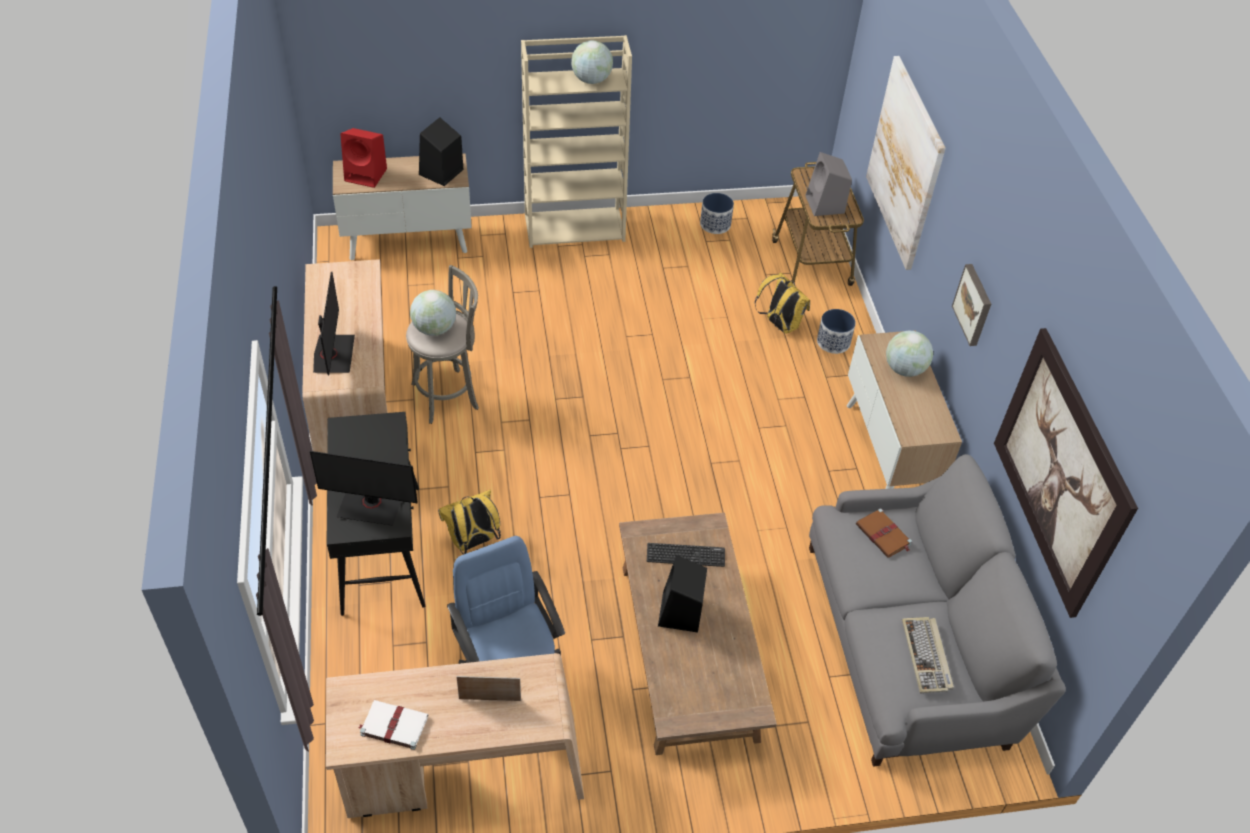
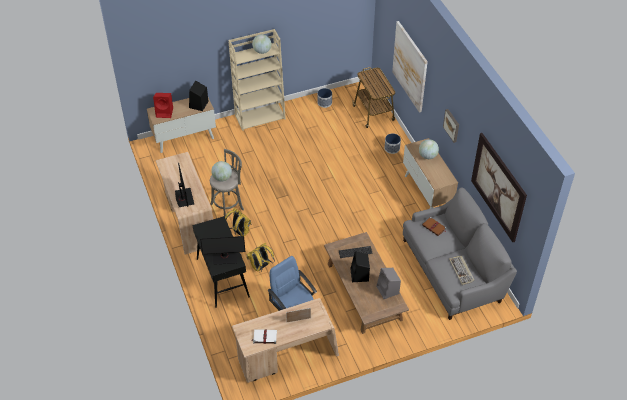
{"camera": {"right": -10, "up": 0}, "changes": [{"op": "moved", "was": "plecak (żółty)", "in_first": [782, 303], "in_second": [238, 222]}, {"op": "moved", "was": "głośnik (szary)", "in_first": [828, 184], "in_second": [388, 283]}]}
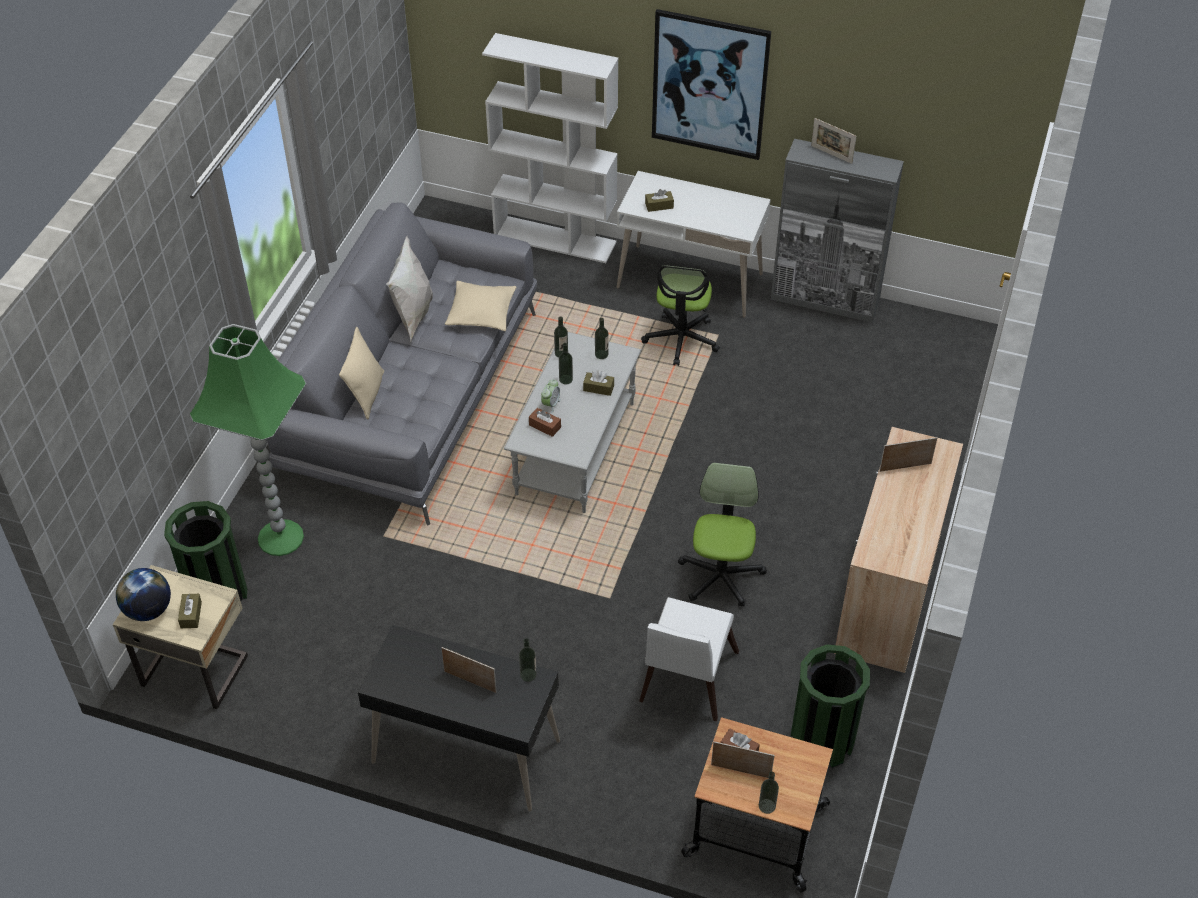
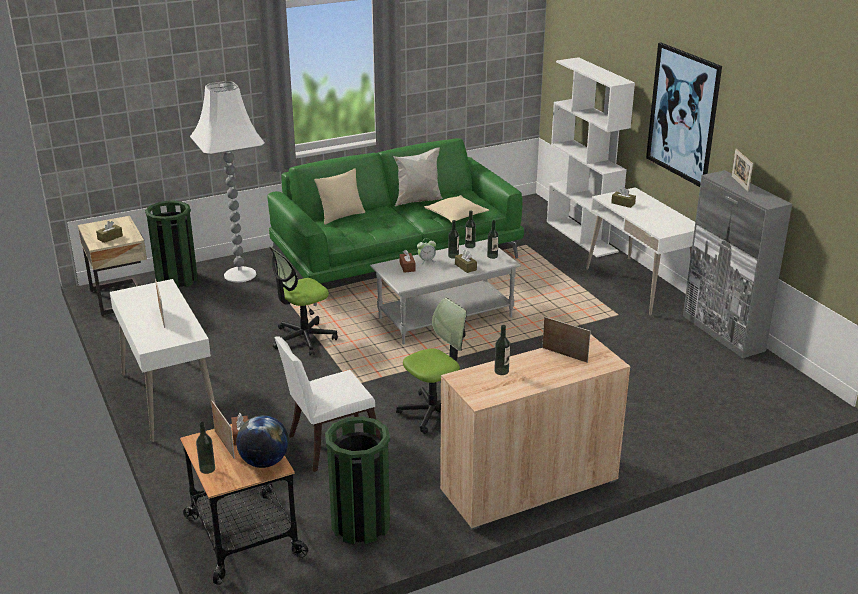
{"camera": {"right": 45, "up": -20}, "changes": [{"op": "moved", "was": "globus", "in_first": [143, 594], "in_second": [262, 441]}, {"op": "moved", "was": "butelka", "in_first": [528, 660], "in_second": [502, 350]}, {"op": "moved", "was": "krzesło biurowe", "in_first": [680, 316], "in_second": [303, 300]}, {"op": "recoloured", "was": "lampa stojąca (zielony)", "now": "lampa stojąca (biały)", "in_first": [248, 440], "in_second": [227, 182]}, {"op": "recoloured", "was": "kanapa (szary)", "now": "kanapa (zielony)", "in_first": [402, 364], "in_second": [395, 222]}, {"op": "recoloured", "was": "biurko (czarny)", "now": "biurko (biały)", "in_first": [459, 718], "in_second": [163, 360]}]}
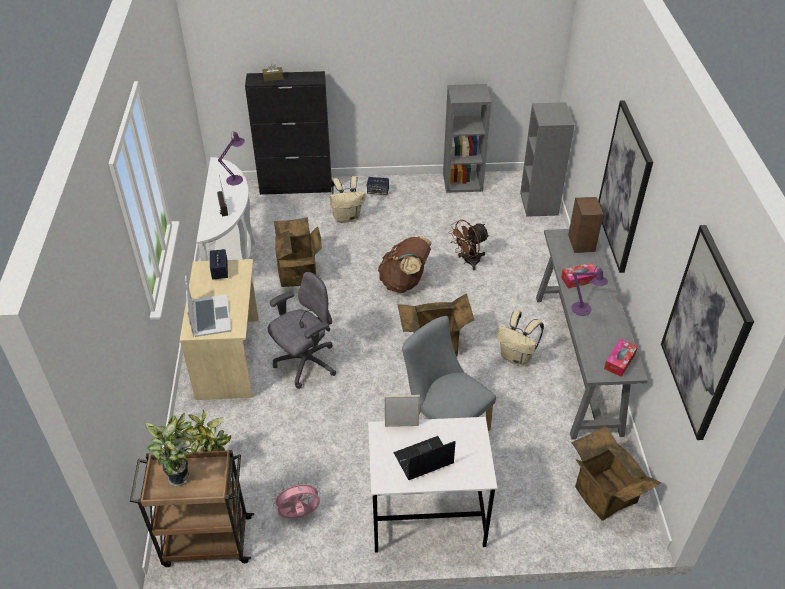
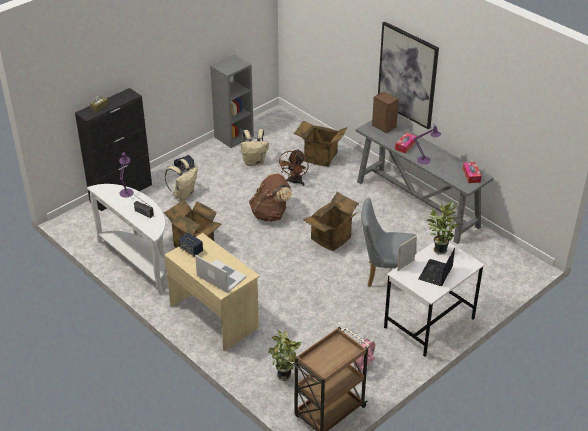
{"camera": {"right": -40, "up": -5}, "changes": [{"op": "removed", "was": "krzesło biurowe (szary)", "in_first": [302, 330]}, {"op": "removed", "was": "regał (szary)", "in_first": [547, 159]}, {"op": "removed", "was": "obraz", "in_first": [707, 332]}, {"op": "moved", "was": "roślina doniczkowa", "in_first": [171, 449], "in_second": [444, 228]}, {"op": "moved", "was": "plecak (beżowy)", "in_first": [520, 338], "in_second": [254, 147]}, {"op": "moved", "was": "karton", "in_first": [616, 473], "in_second": [320, 144]}]}
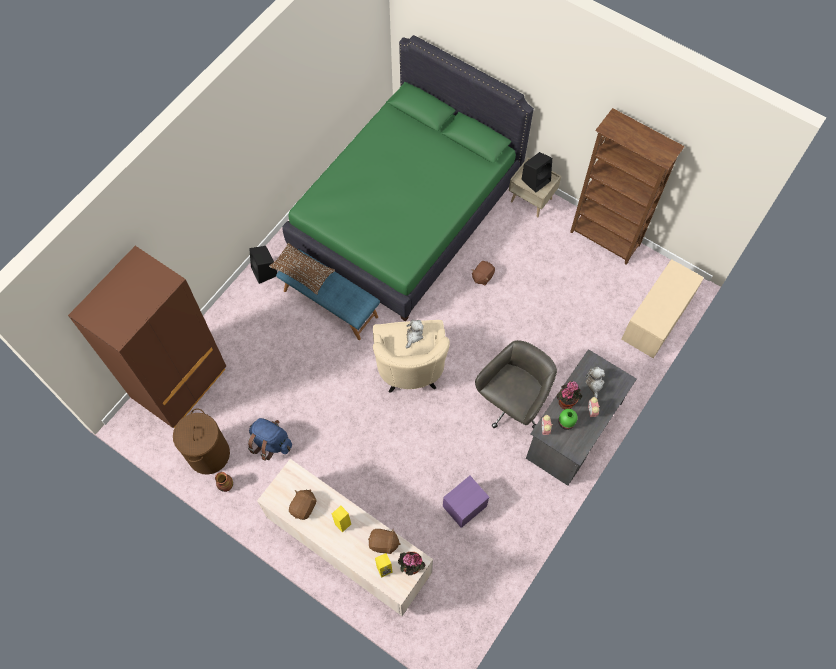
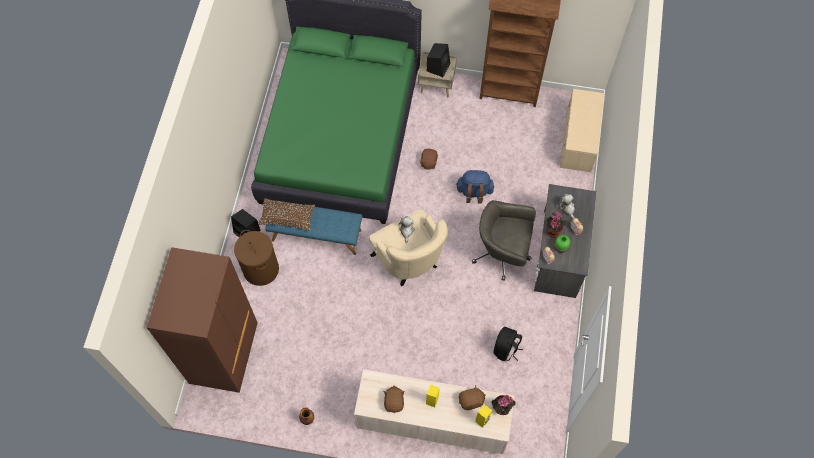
{"camera": {"right": -25, "up": 0}, "changes": [{"op": "moved", "was": "kosz na pranie (brązowy)", "in_first": [201, 442], "in_second": [256, 258]}, {"op": "moved", "was": "plecak (niebieski)", "in_first": [270, 439], "in_second": [475, 186]}, {"op": "replaced", "was": "pojemnik do przechowywania (fioletowy)", "now": "plecak (czarny)", "in_first": [466, 502], "in_second": [508, 344]}, {"op": "turned", "was": "krzesło biurowe (szary)", "in_first": [516, 384], "in_second": [504, 240], "clockwise": -90}]}
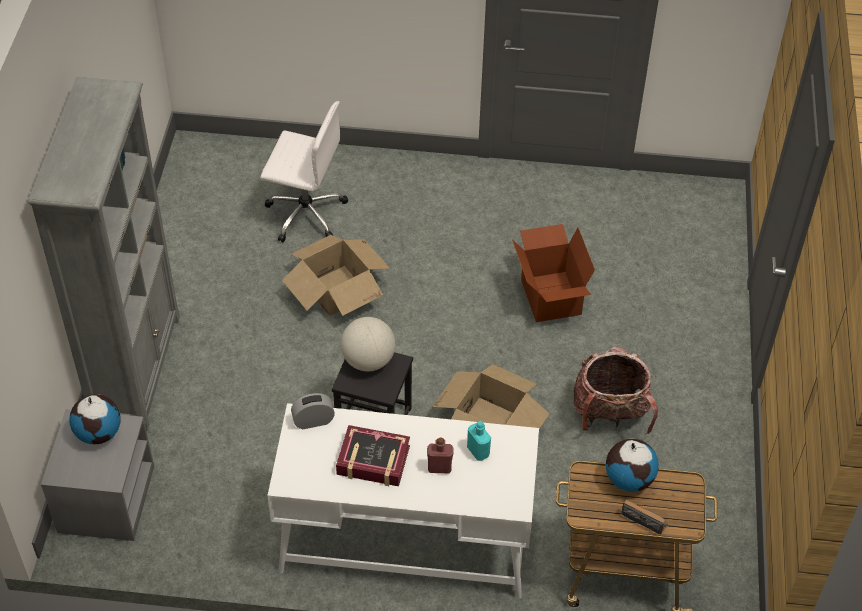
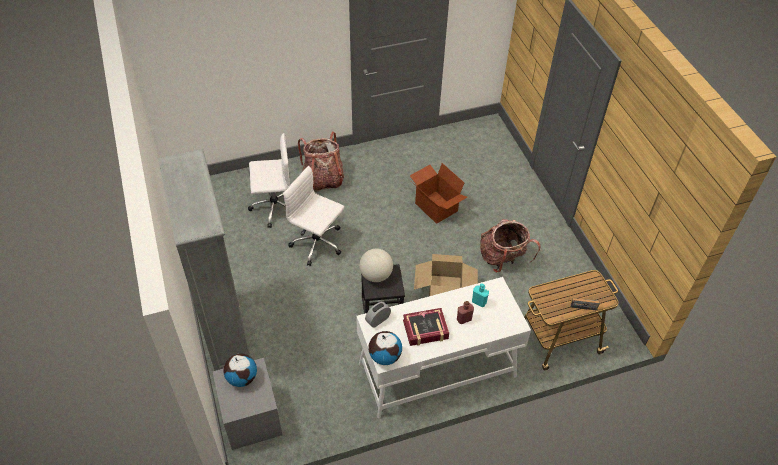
{"camera": {"right": -25, "up": 0}, "changes": [{"op": "added", "now": "plecak", "in_second": [321, 162]}, {"op": "moved", "was": "globus", "in_first": [632, 465], "in_second": [385, 348]}, {"op": "replaced", "was": "karton", "now": "krzesło biurowe (biały)", "in_first": [336, 275], "in_second": [313, 216]}]}
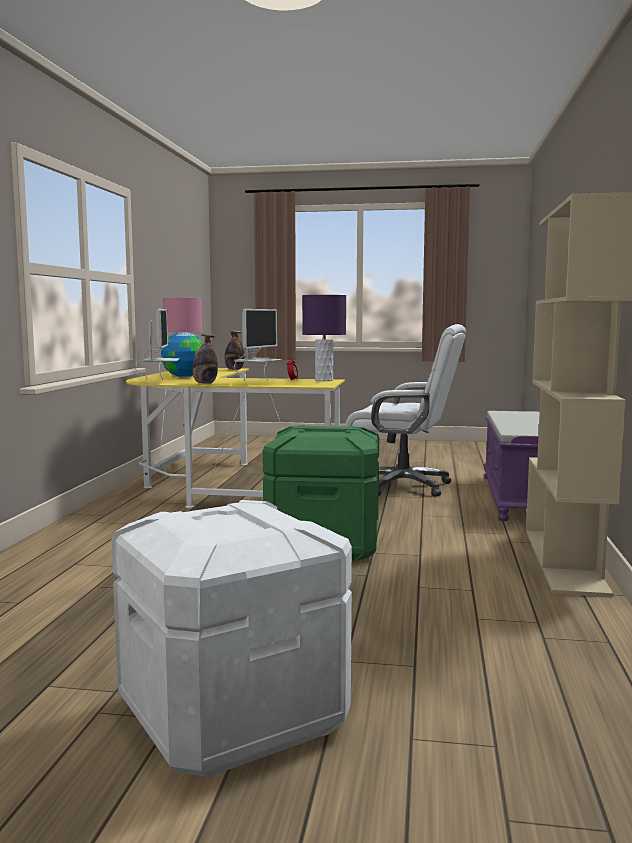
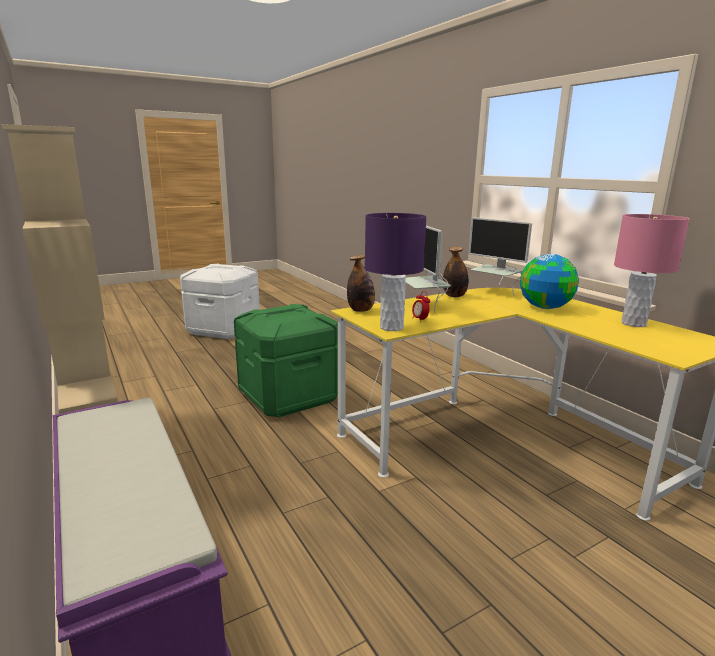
{"camera": {"right": 140, "up": 10}, "changes": [{"op": "removed", "was": "krzesło biurowe (biały)", "in_first": [406, 410]}, {"op": "moved", "was": "butelka", "in_first": [234, 350], "in_second": [361, 283]}]}
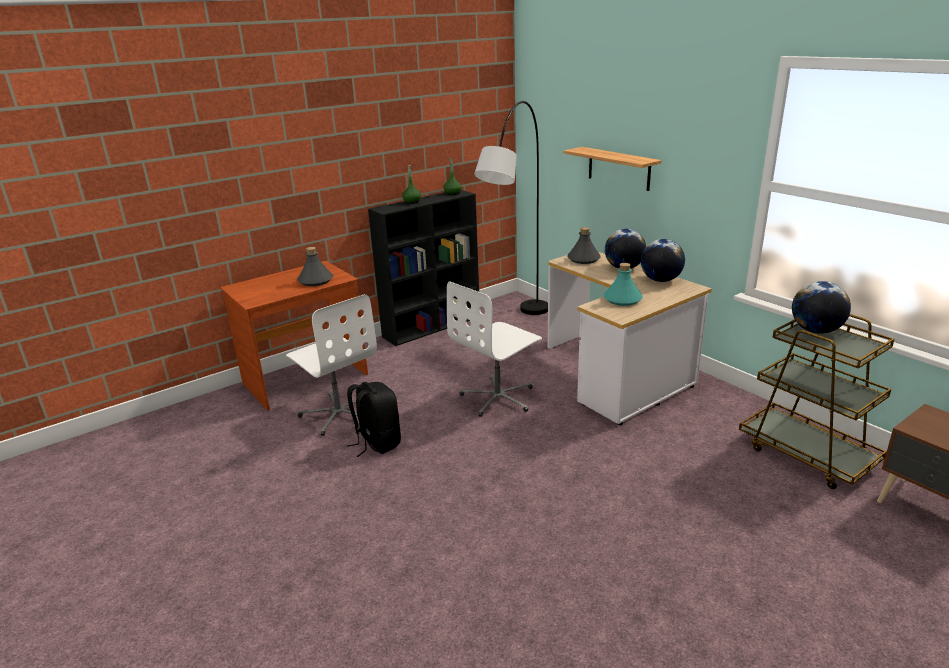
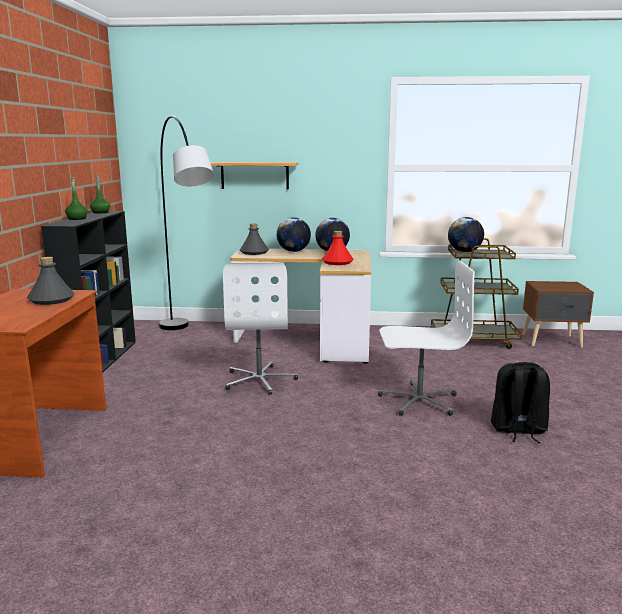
{"camera": {"right": -50, "up": -10}, "changes": [{"op": "moved", "was": "krzesło biurowe (biały)", "in_first": [331, 365], "in_second": [426, 338]}, {"op": "moved", "was": "plecak (czarny)", "in_first": [374, 419], "in_second": [520, 402]}, {"op": "recoloured", "was": "butelka (turkusowy)", "now": "butelka (czerwony)", "in_first": [623, 284], "in_second": [338, 248]}]}
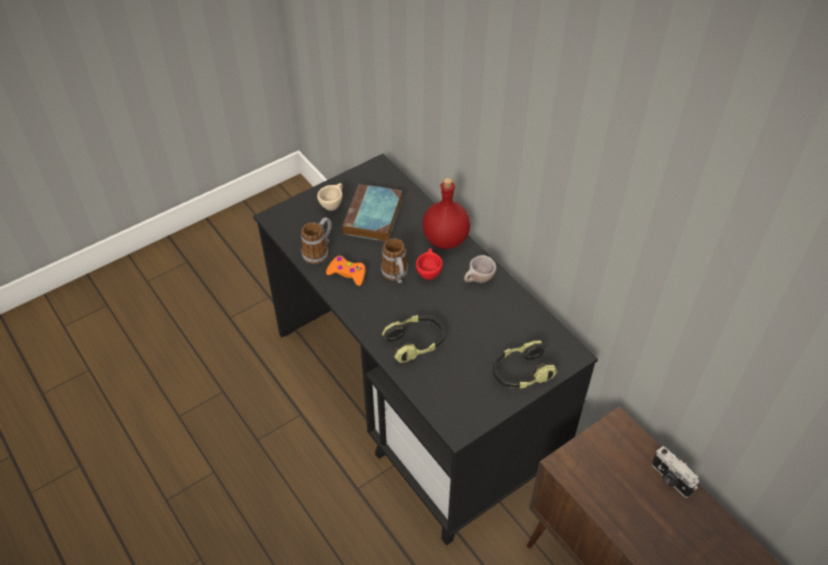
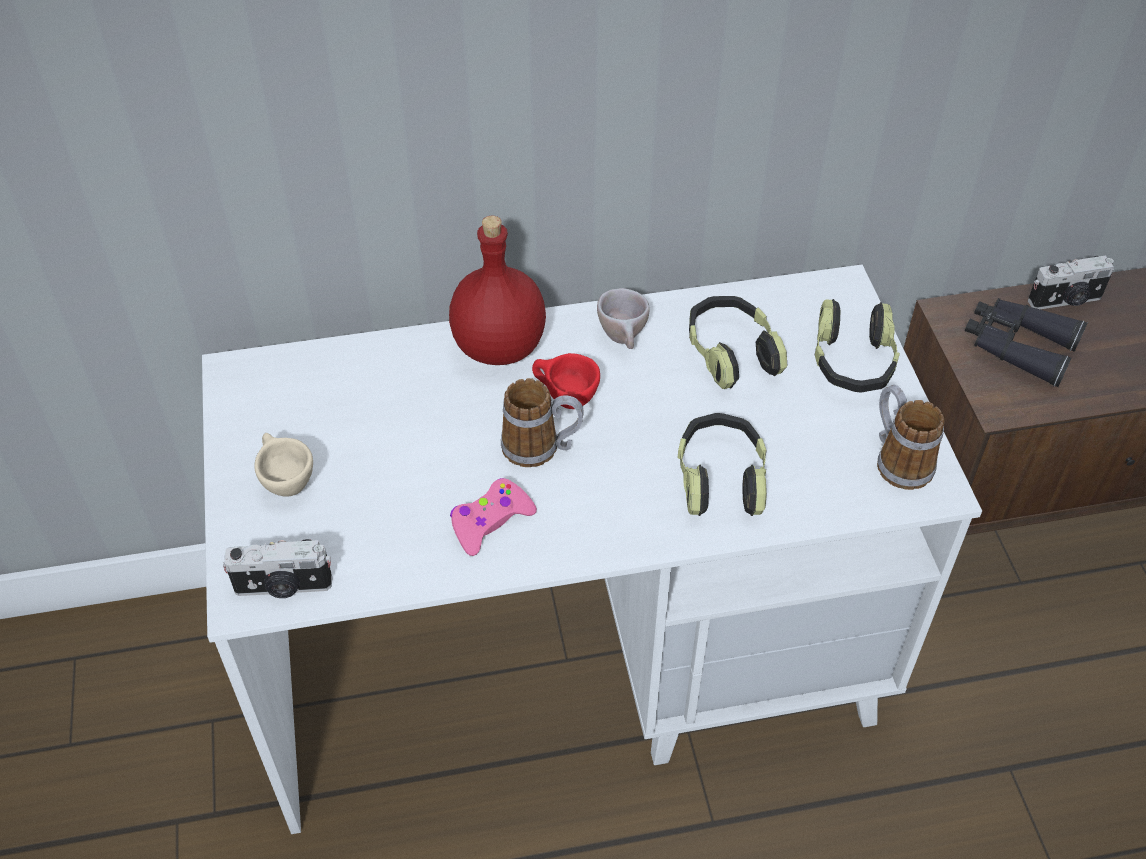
{"camera": {"right": -65, "up": 0}, "changes": [{"op": "removed", "was": "książka", "in_first": [372, 213]}, {"op": "added", "now": "aparat fotograficzny", "in_second": [277, 568]}, {"op": "added", "now": "słuchawki", "in_second": [738, 342]}, {"op": "added", "now": "lornetka (czarny)", "in_second": [1026, 342]}, {"op": "moved", "was": "kubek", "in_first": [316, 240], "in_second": [911, 437]}, {"op": "recoloured", "was": "biurko (czarny)", "now": "biurko (biały)", "in_first": [425, 349], "in_second": [592, 549]}, {"op": "recoloured", "was": "pad do gier (pomarańczowy)", "now": "pad do gier (różowy)", "in_first": [346, 271], "in_second": [493, 517]}]}
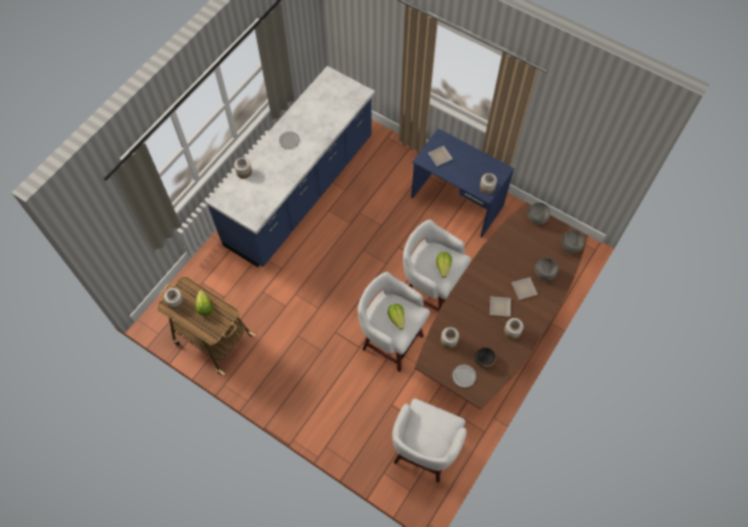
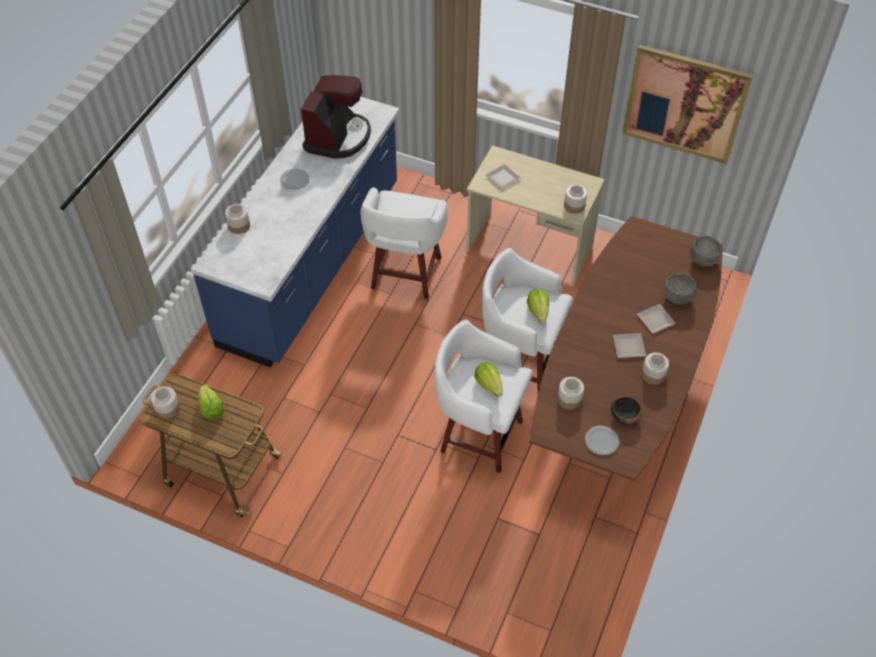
{"camera": {"right": -10, "up": -10}, "changes": [{"op": "removed", "was": "miska (szary)", "in_first": [538, 213]}, {"op": "added", "now": "ekspres do kawy", "in_second": [336, 117]}, {"op": "added", "now": "obraz", "in_second": [687, 104]}, {"op": "moved", "was": "stołek (biały)", "in_first": [429, 440], "in_second": [404, 243]}, {"op": "recoloured", "was": "biurko (niebieski)", "now": "biurko (beżowy)", "in_first": [463, 182], "in_second": [535, 216]}]}
